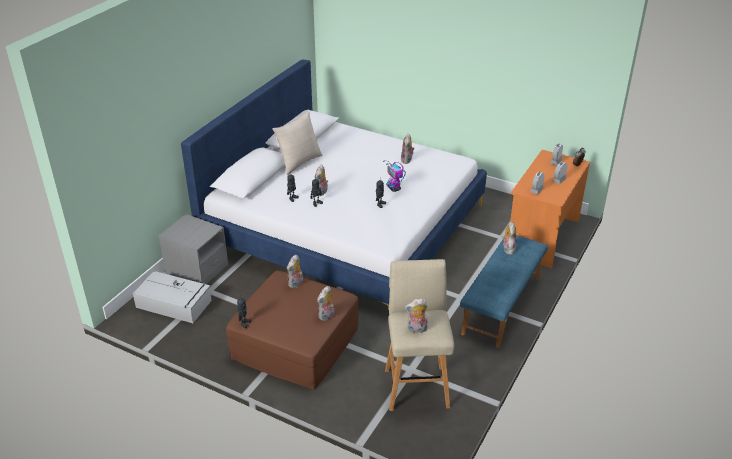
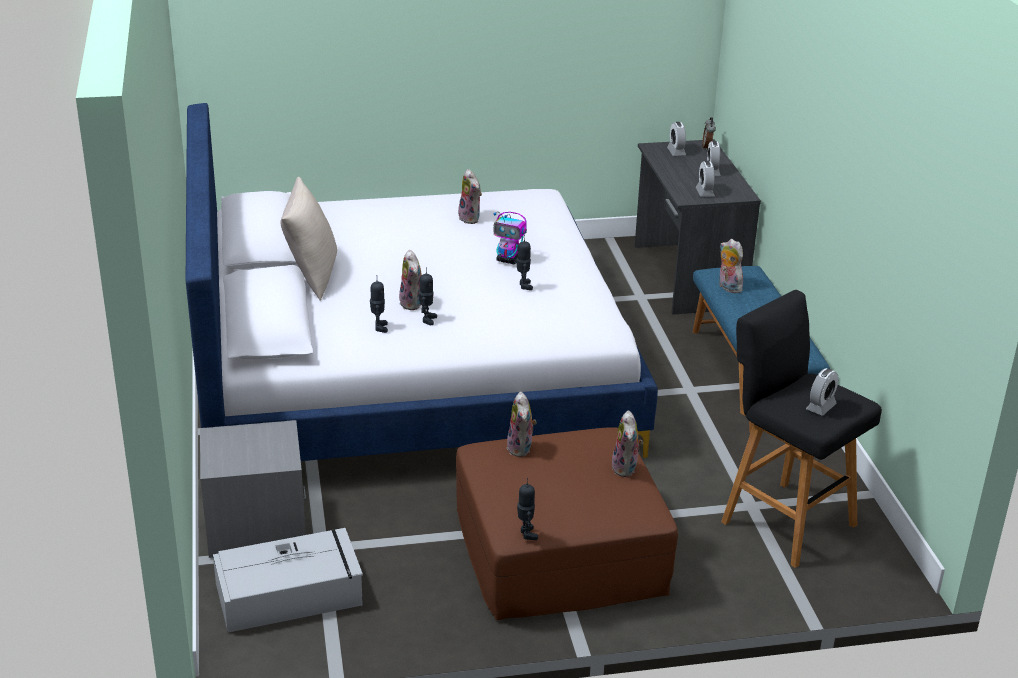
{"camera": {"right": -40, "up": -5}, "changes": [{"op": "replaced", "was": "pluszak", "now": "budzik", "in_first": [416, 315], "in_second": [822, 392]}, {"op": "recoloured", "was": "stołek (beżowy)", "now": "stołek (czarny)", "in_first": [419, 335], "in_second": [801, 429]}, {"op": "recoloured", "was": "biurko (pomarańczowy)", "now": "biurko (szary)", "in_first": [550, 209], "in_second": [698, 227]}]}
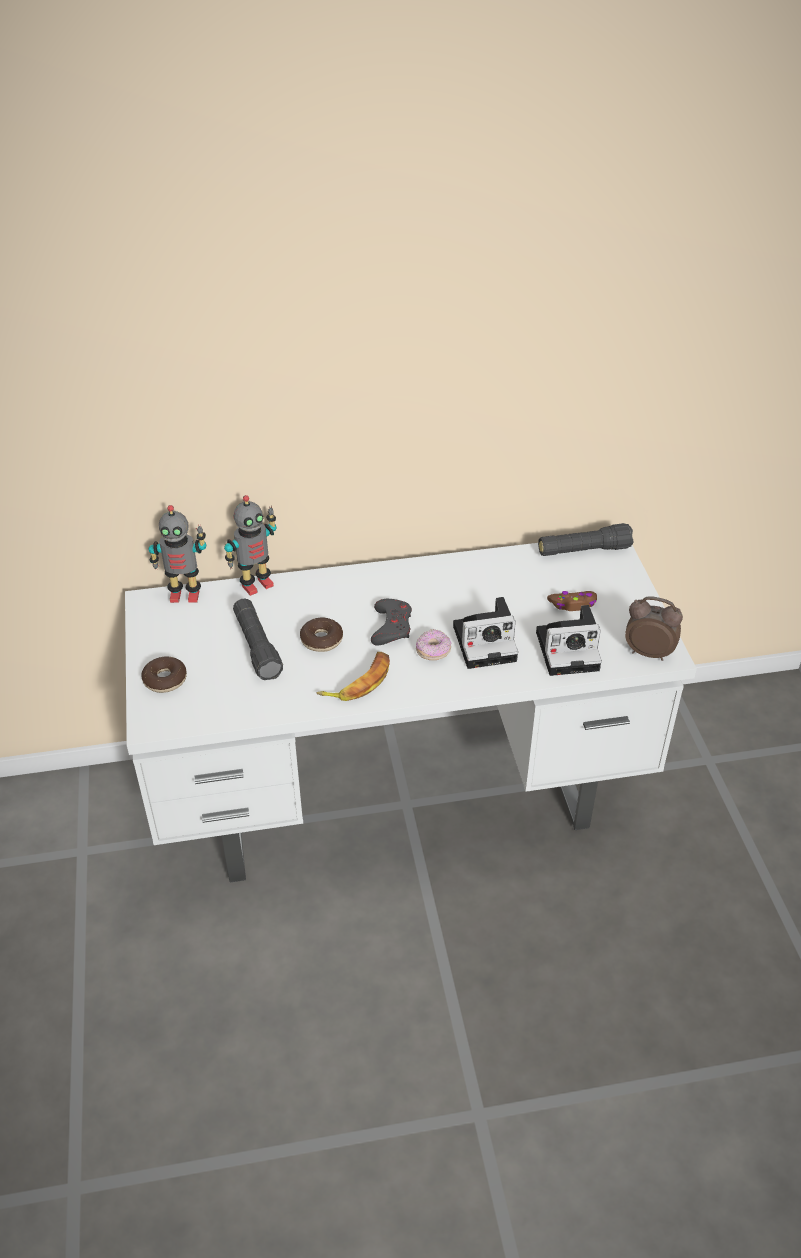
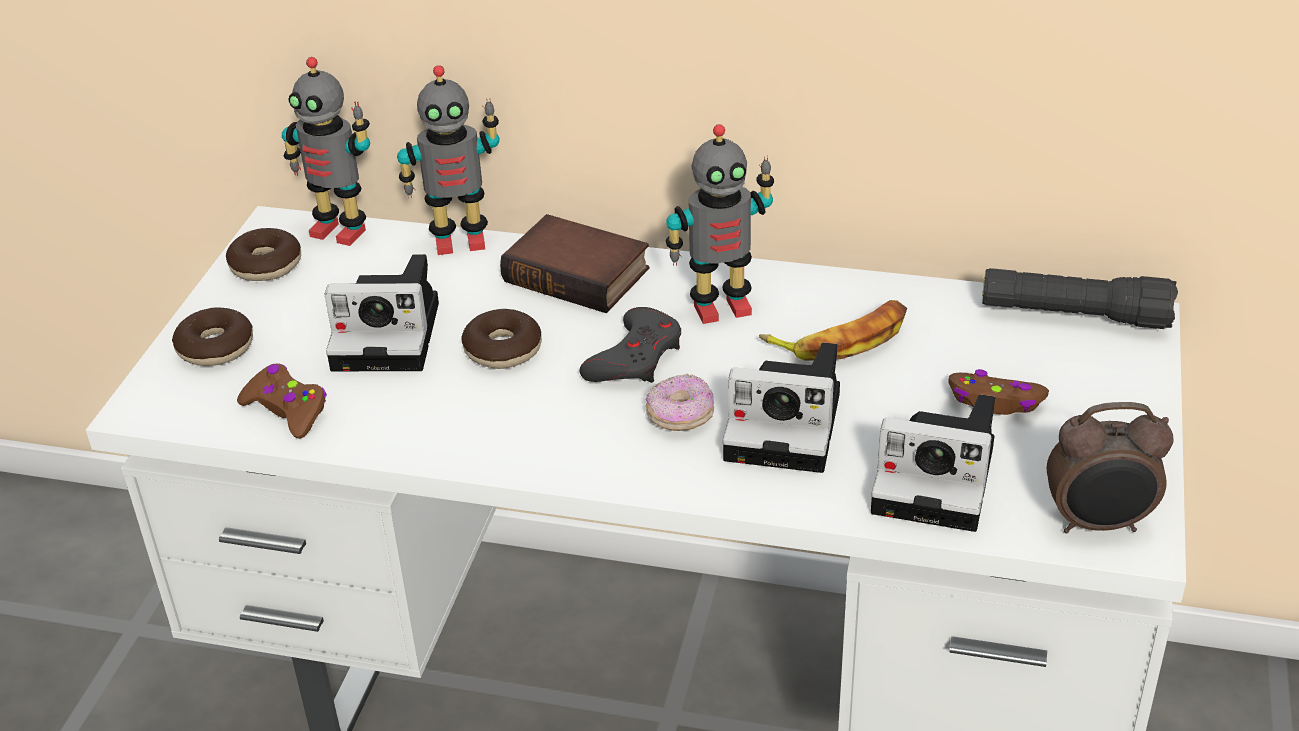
{"camera": {"right": 25, "up": -5}, "changes": [{"op": "added", "now": "donut", "in_second": [263, 254]}, {"op": "added", "now": "pad do gier (brązowy)", "in_second": [282, 401]}, {"op": "added", "now": "książka", "in_second": [574, 263]}, {"op": "added", "now": "robot zabawkowy", "in_second": [720, 224]}, {"op": "moved", "was": "banan", "in_first": [353, 676], "in_second": [833, 330]}, {"op": "replaced", "was": "latarka (czarny)", "now": "aparat fotograficzny", "in_first": [258, 639], "in_second": [382, 312]}, {"op": "turned", "was": "budzik", "in_first": [654, 628], "in_second": [1110, 467], "clockwise": 135}]}
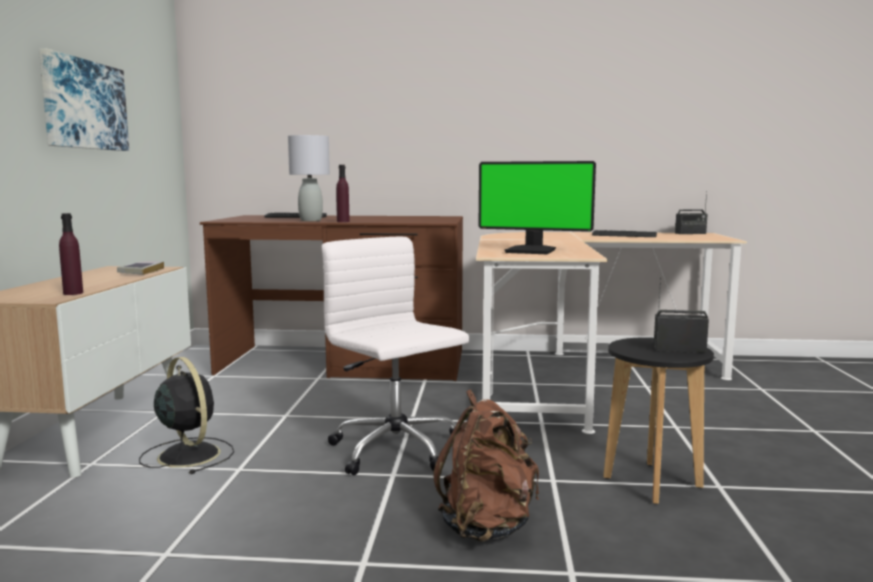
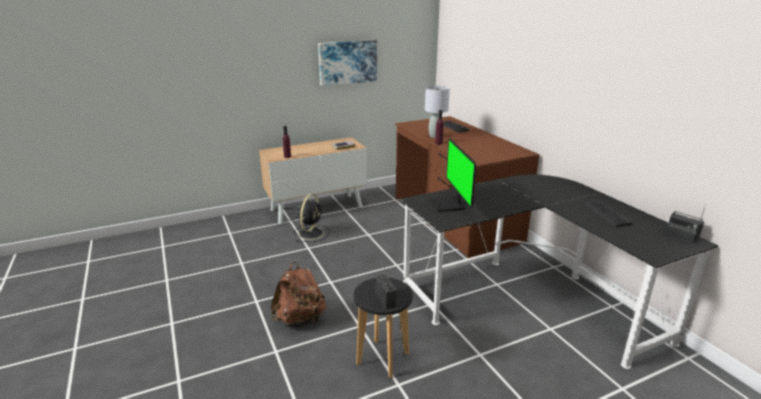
{"camera": {"right": 60, "up": 15}, "changes": [{"op": "removed", "was": "krzesło biurowe (biały)", "in_first": [395, 356]}, {"op": "recoloured", "was": "biurko (beżowy)", "now": "biurko (czarny)", "in_first": [611, 333], "in_second": [559, 272]}]}
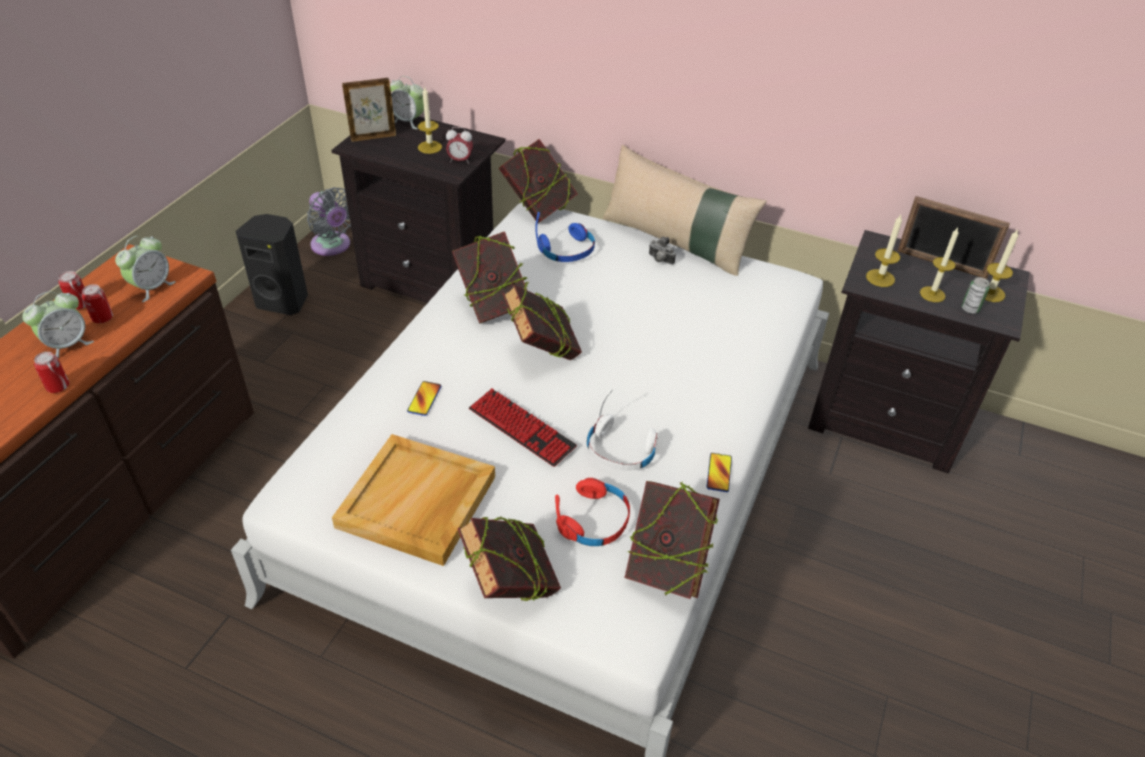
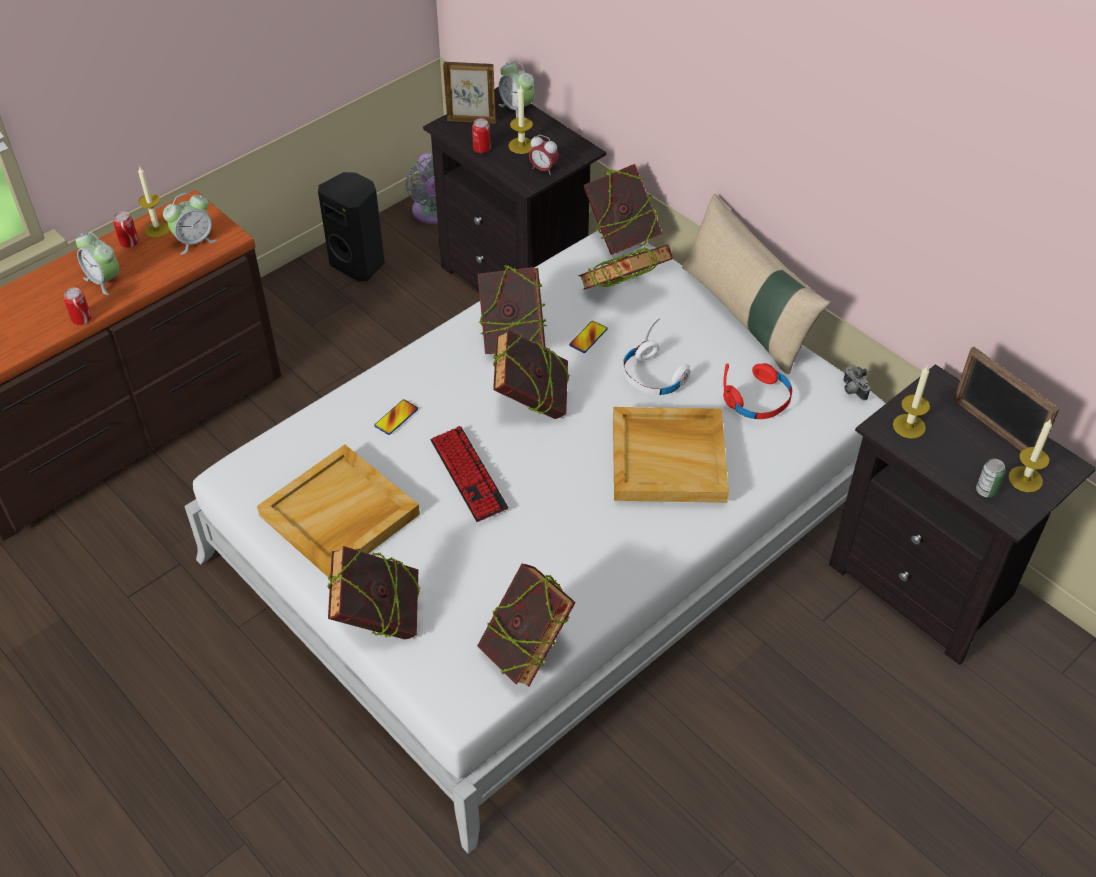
{"camera": {"right": 25, "up": 5}, "changes": [{"op": "added", "now": "taca (beżowy)", "in_second": [671, 455]}, {"op": "moved", "was": "puszka", "in_first": [97, 303], "in_second": [481, 135]}, {"op": "moved", "was": "słuchawki (czerwony)", "in_first": [592, 512], "in_second": [757, 391]}, {"op": "moved", "was": "słuchawki (biały)", "in_first": [622, 430], "in_second": [656, 356]}, {"op": "moved", "was": "aparat fotograficzny", "in_first": [662, 251], "in_second": [856, 383]}, {"op": "moved", "was": "telefon", "in_first": [719, 472], "in_second": [588, 337]}, {"op": "moved", "was": "świeca", "in_first": [939, 265], "in_second": [153, 202]}, {"op": "replaced", "was": "słuchawki (niebieski)", "now": "książka", "in_first": [565, 237], "in_second": [625, 267]}, {"op": "turned", "was": "budzik", "in_first": [58, 324], "in_second": [97, 263], "clockwise": 60}]}
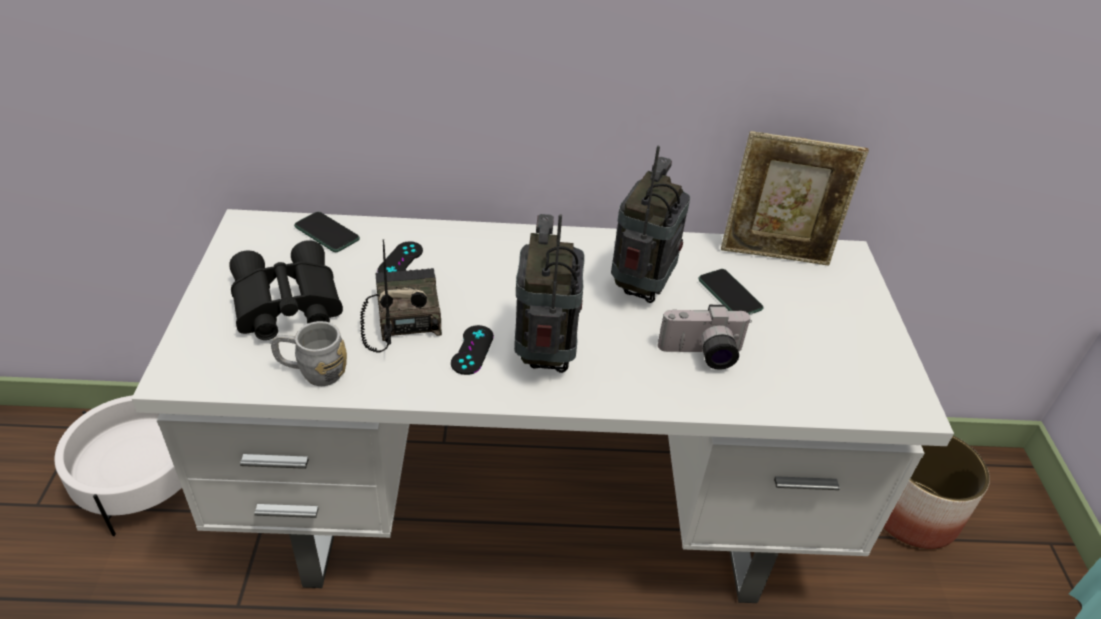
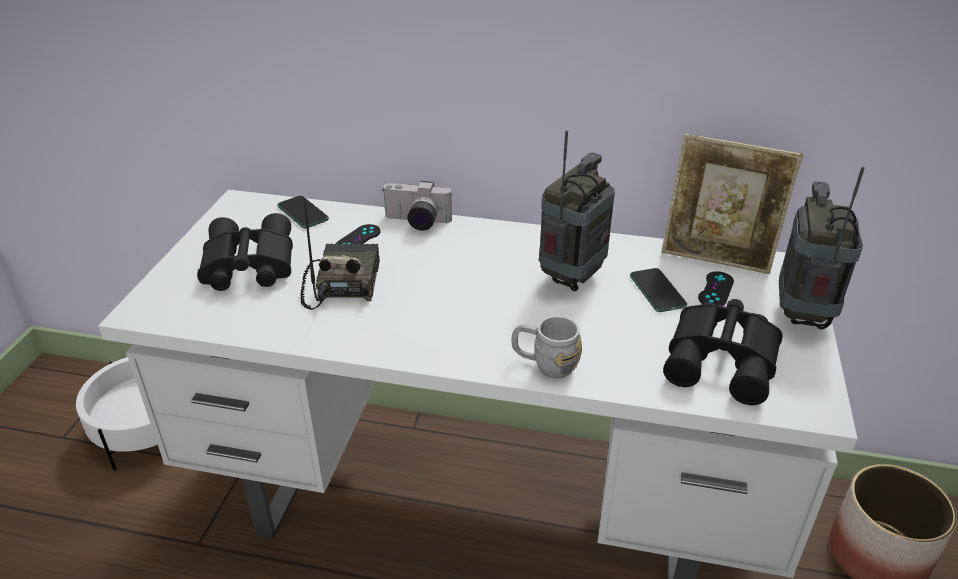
{"camera": {"right": 15, "up": -5}, "changes": [{"op": "added", "now": "lornetka (czarny)", "in_second": [723, 352]}, {"op": "moved", "was": "kubek (szary)", "in_first": [309, 353], "in_second": [546, 347]}, {"op": "moved", "was": "pad do gier (czarny)", "in_first": [472, 350], "in_second": [716, 288]}, {"op": "moved", "was": "radio", "in_first": [549, 293], "in_second": [822, 248]}, {"op": "moved", "was": "aparat fotograficzny", "in_first": [704, 337], "in_second": [417, 206]}]}
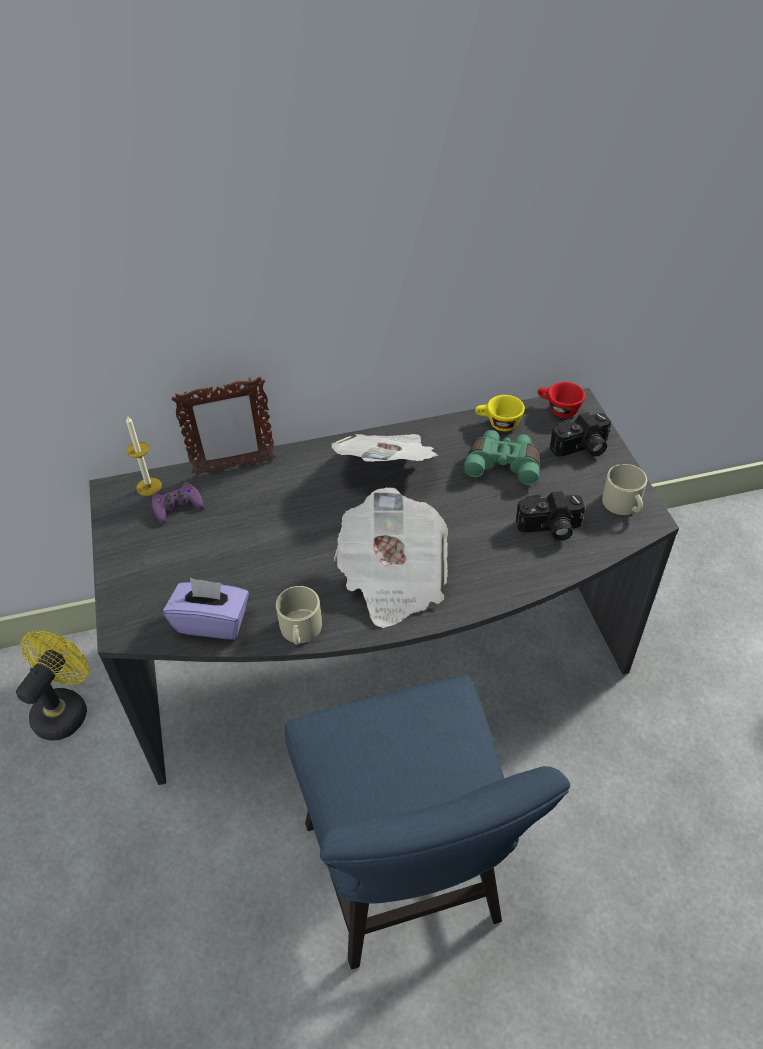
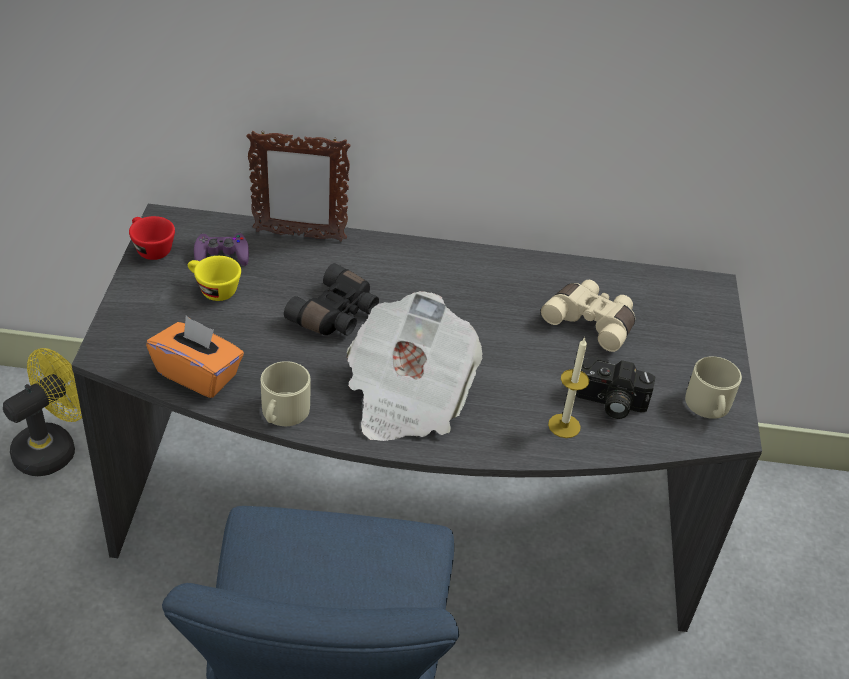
{"camera": {"right": 15, "up": -5}, "changes": [{"op": "removed", "was": "gazeta", "in_first": [384, 448]}, {"op": "removed", "was": "aparat fotograficzny", "in_first": [580, 434]}, {"op": "added", "now": "lornetka (czarny)", "in_second": [331, 299]}, {"op": "moved", "was": "świeca", "in_first": [144, 455], "in_second": [568, 387]}, {"op": "moved", "was": "filiżanka (żółty)", "in_first": [500, 413], "in_second": [214, 278]}, {"op": "moved", "was": "filiżanka (czerwony)", "in_first": [561, 400], "in_second": [152, 238]}, {"op": "recoloured", "was": "pudełko chusteczek (fioletowy)", "now": "pudełko chusteczek (pomarańczowy)", "in_first": [206, 608], "in_second": [195, 356]}, {"op": "recoloured", "was": "lornetka (zielony)", "now": "lornetka (beżowy)", "in_first": [501, 457], "in_second": [588, 316]}]}
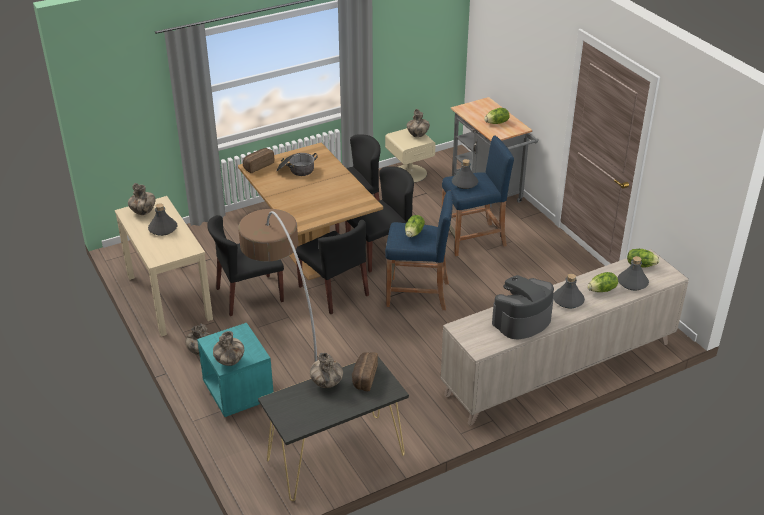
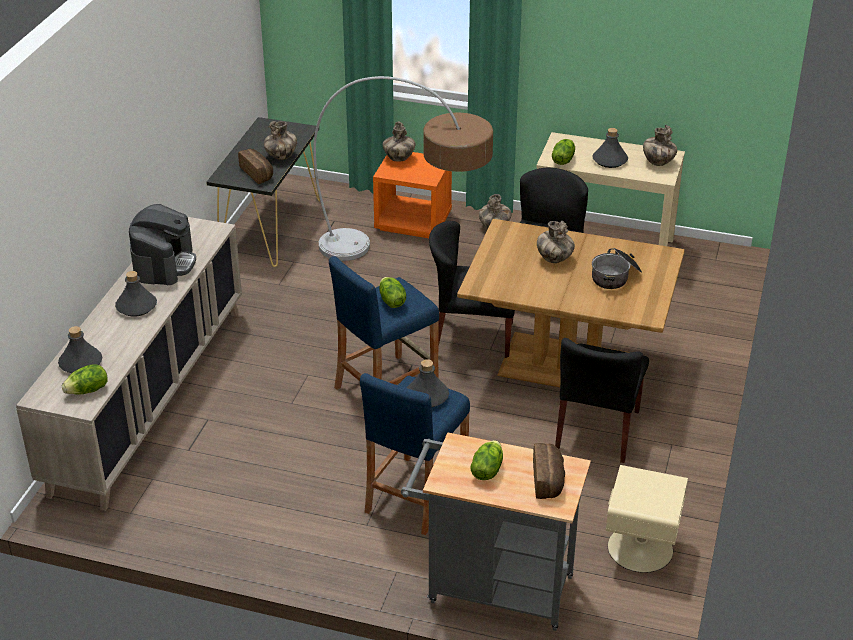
{"camera": {"right": 135, "up": 0}, "changes": [{"op": "removed", "was": "krzesło (czarny)", "in_first": [379, 219]}, {"op": "moved", "was": "chleb", "in_first": [258, 160], "in_second": [549, 471]}, {"op": "moved", "was": "wazon", "in_first": [418, 123], "in_second": [556, 242]}, {"op": "moved", "was": "sałata", "in_first": [602, 282], "in_second": [563, 152]}, {"op": "recoloured", "was": "szafka nocna (turkusowy)", "now": "szafka nocna (pomarańczowy)", "in_first": [235, 370], "in_second": [412, 195]}]}
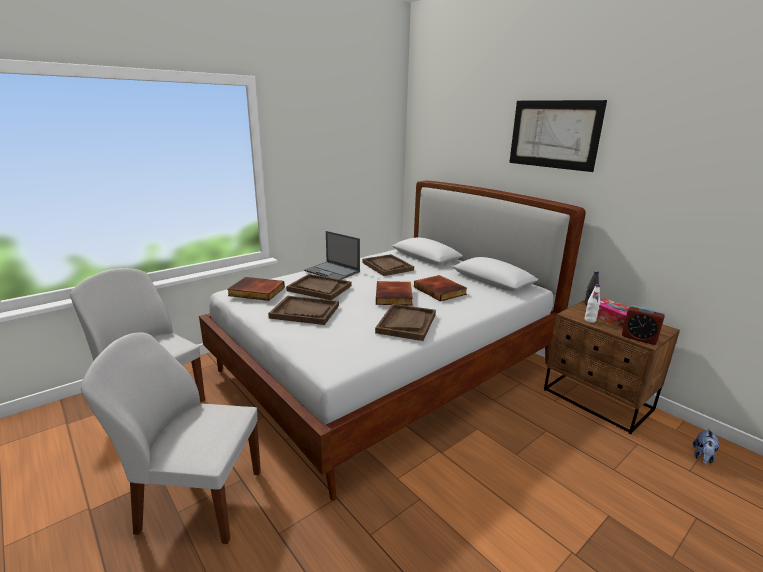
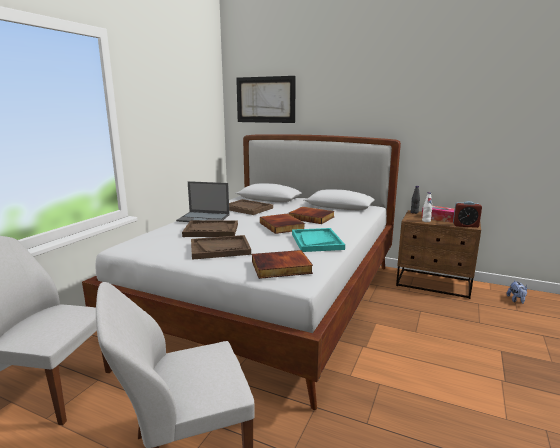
{"camera": {"right": -25, "up": -5}, "changes": [{"op": "moved", "was": "książka", "in_first": [256, 289], "in_second": [282, 264]}, {"op": "moved", "was": "obraz", "in_first": [558, 136], "in_second": [266, 99]}, {"op": "recoloured", "was": "taca (brązowy)", "now": "taca (turkusowy)", "in_first": [405, 322], "in_second": [318, 240]}]}
